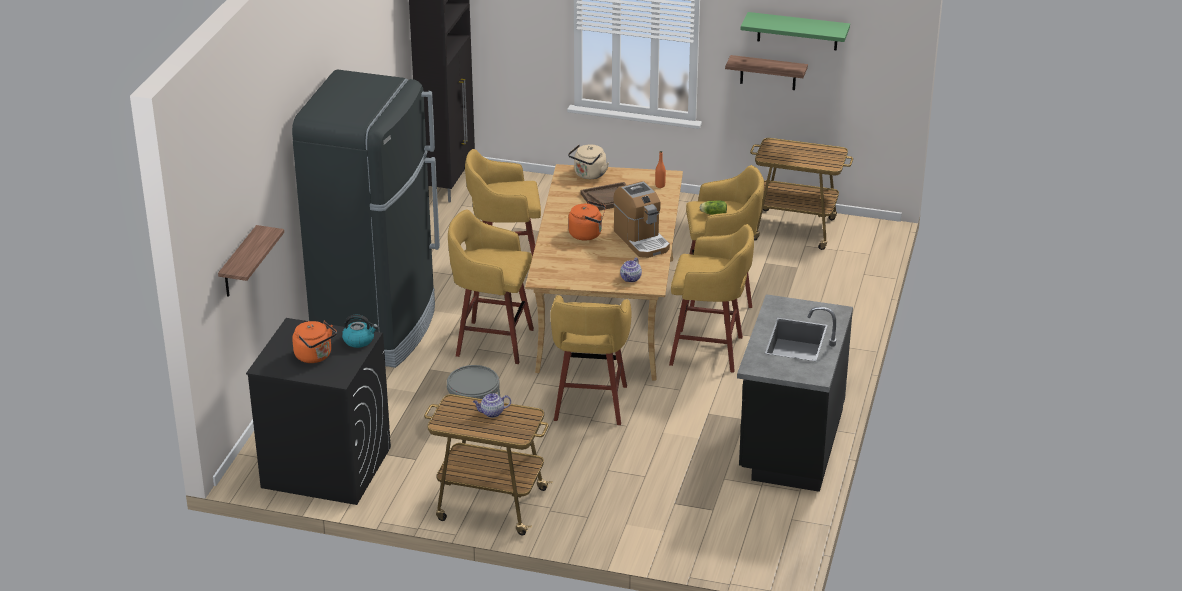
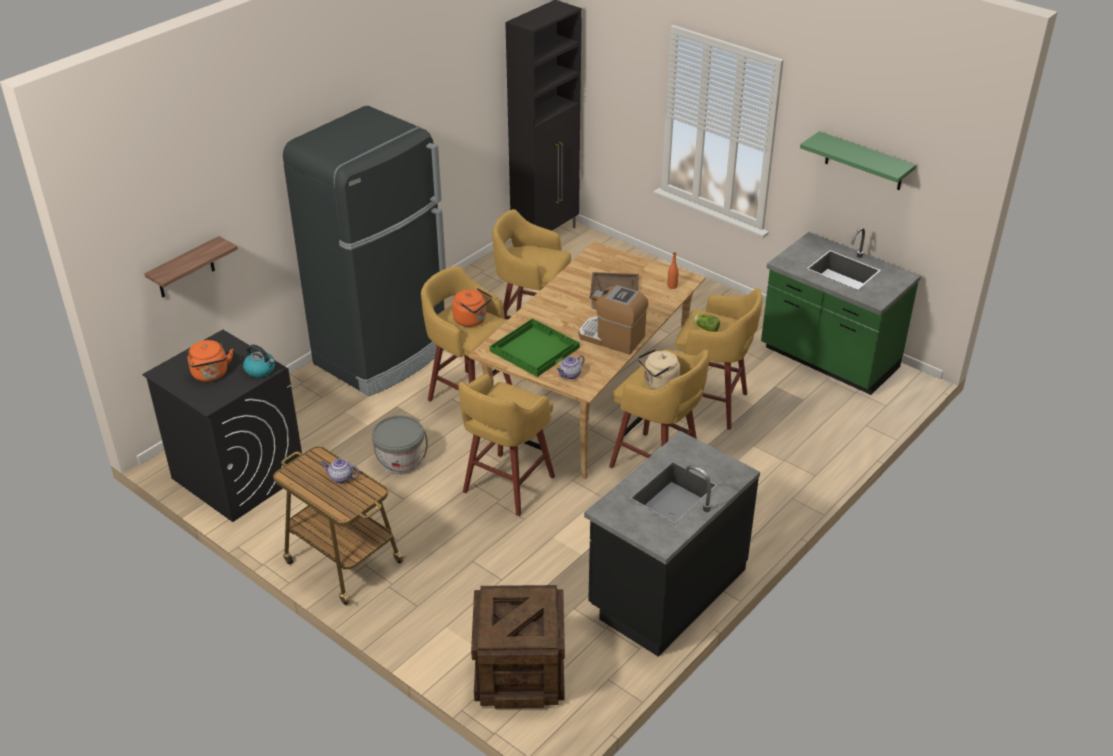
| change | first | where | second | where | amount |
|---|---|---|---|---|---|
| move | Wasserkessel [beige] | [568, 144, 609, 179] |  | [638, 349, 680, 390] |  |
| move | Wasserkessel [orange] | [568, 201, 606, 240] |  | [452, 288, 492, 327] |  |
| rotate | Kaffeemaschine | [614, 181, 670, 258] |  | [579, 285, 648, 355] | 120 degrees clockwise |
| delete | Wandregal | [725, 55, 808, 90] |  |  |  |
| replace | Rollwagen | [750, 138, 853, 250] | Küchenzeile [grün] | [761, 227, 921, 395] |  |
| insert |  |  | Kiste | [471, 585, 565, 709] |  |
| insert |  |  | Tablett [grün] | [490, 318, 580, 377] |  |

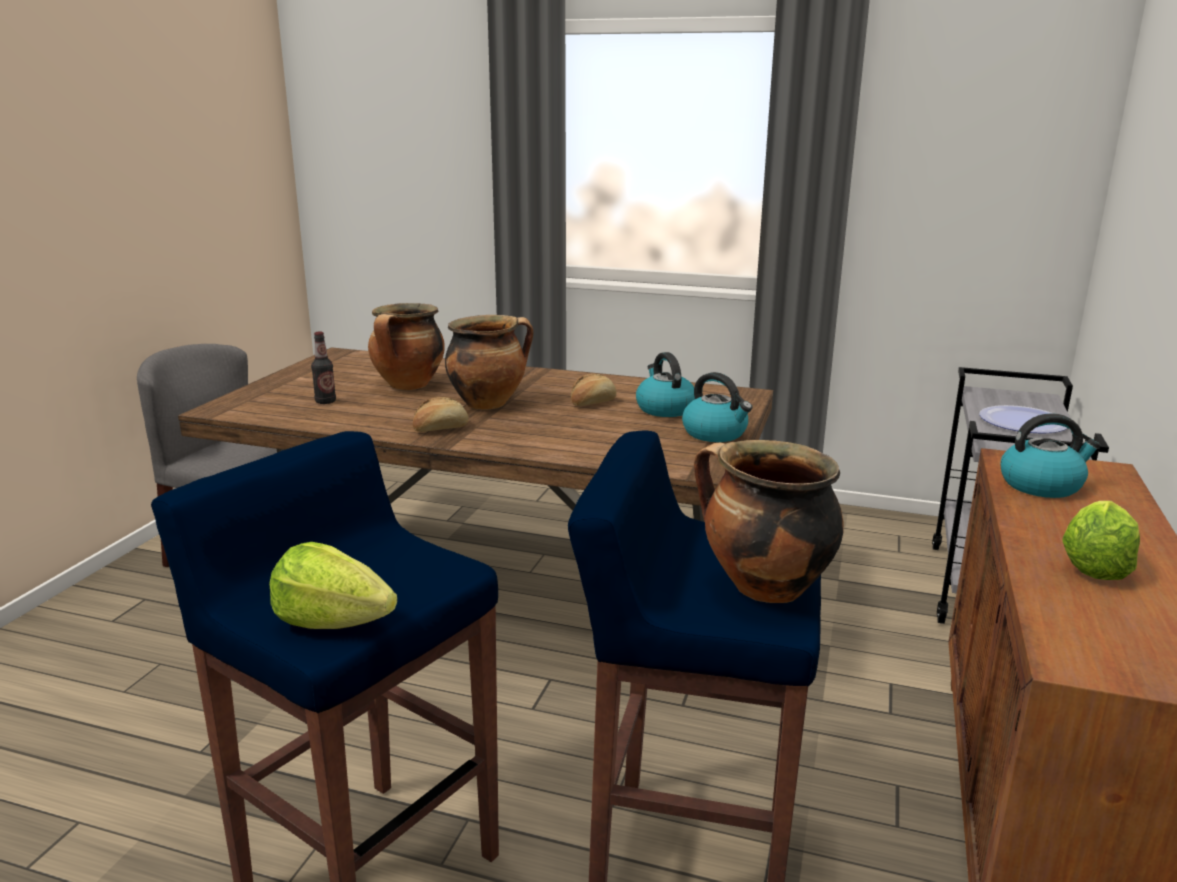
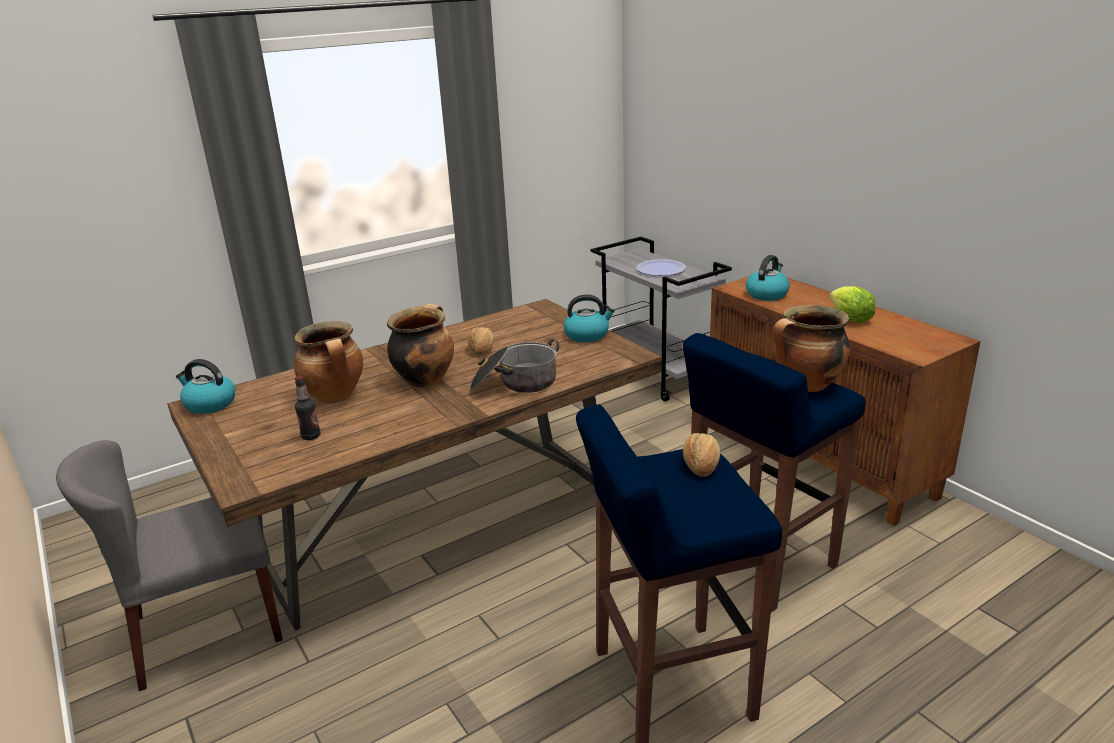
| change | first | where | second | where | amount |
|---|---|---|---|---|---|
| delete | Salatkopf | [269, 542, 397, 629] |  |  |  |
| move | Brot | [413, 397, 469, 432] |  | [683, 433, 720, 477] |  |
| move | Wasserkessel | [636, 352, 695, 417] |  | [176, 359, 235, 414] |  |
| insert |  |  | Kochtopf | [469, 339, 559, 393] |  |

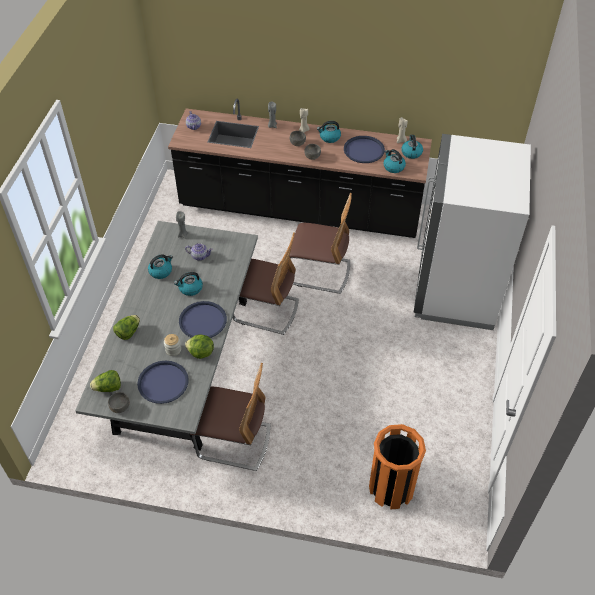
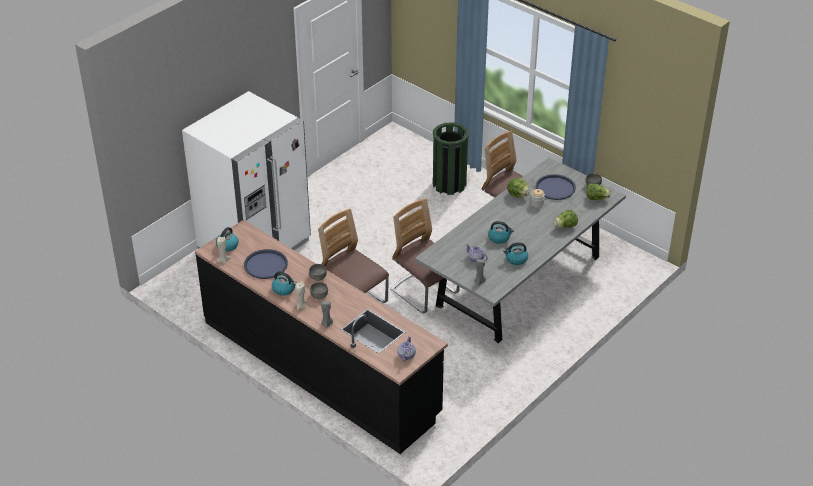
| change | first | where | second | where | amount |
|---|---|---|---|---|---|
| delete | Tablett [blau] | [179, 301, 227, 338] |  |  |  |
| delete | Mülleimer [orange] | [369, 424, 426, 510] |  |  |  |
| delete | Wasserkessel | [384, 149, 406, 173] |  |  |  |
| insert |  |  | Mülleimer [grün] | [433, 122, 469, 195] |  |

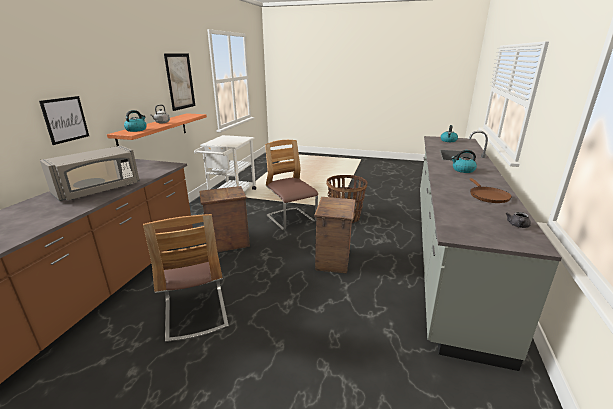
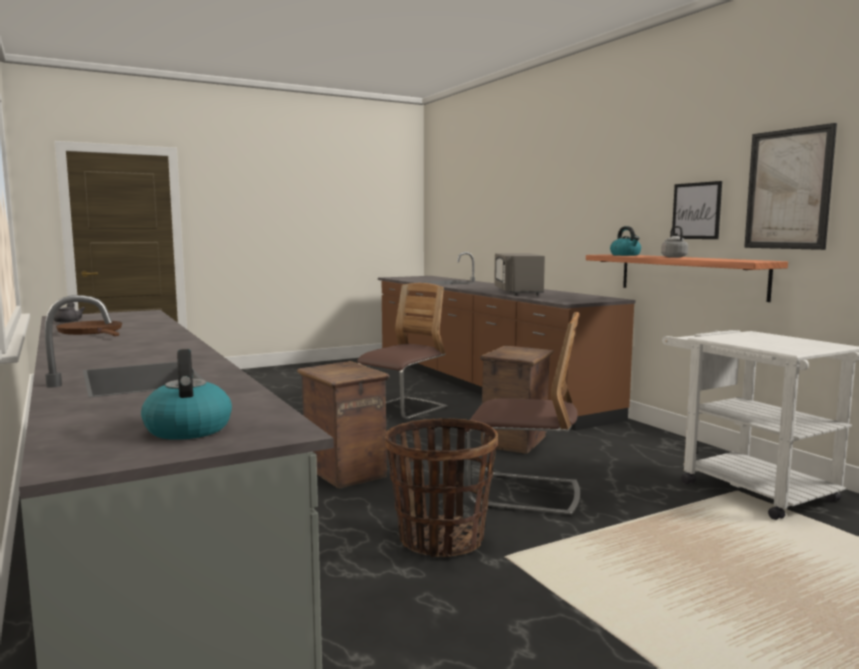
| change | first | where | second | where | amount |
|---|---|---|---|---|---|
| move | Bild | [39, 96, 89, 145] |  | [672, 181, 722, 239] |  |
| rotate | Stuhl | [143, 214, 229, 343] |  | [357, 283, 448, 420] | 105 degrees clockwise |
| delete | Wasserkessel | [451, 150, 477, 173] |  |  |  |

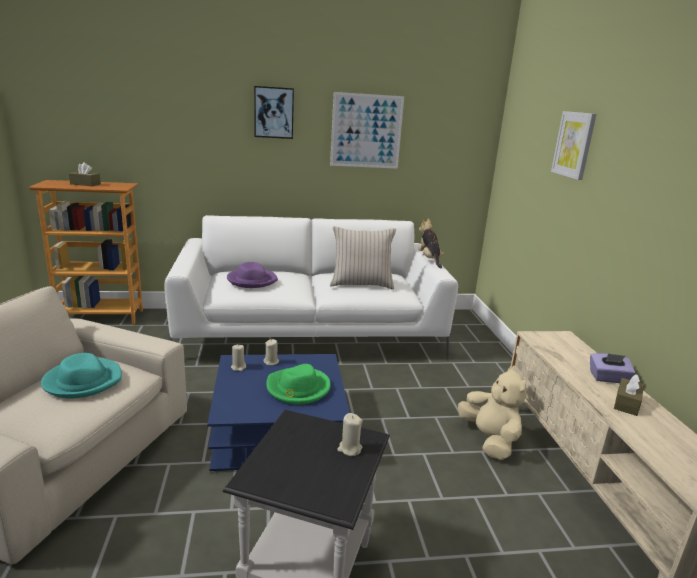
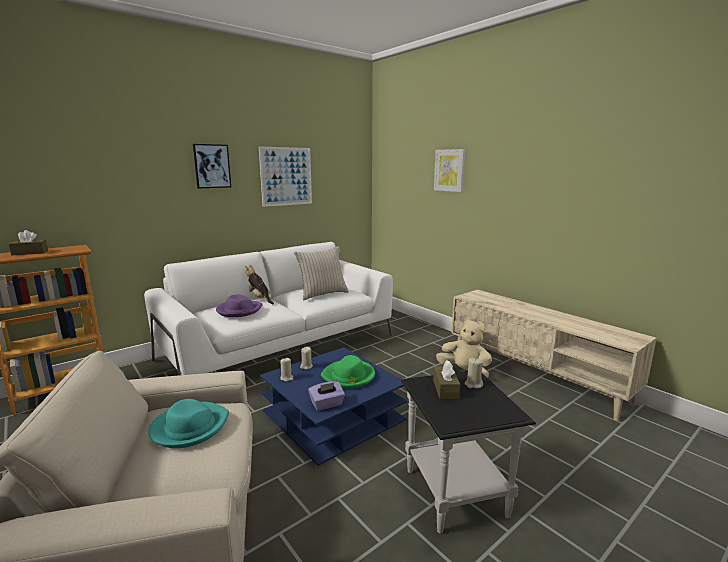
| change | first | where | second | where | amount |
|---|---|---|---|---|---|
| move | Plüschtier | [418, 219, 444, 268] |  | [245, 264, 274, 305] |  |
| move | Taschentuchbox [lila] | [590, 353, 635, 383] |  | [308, 381, 345, 411] |  |
| move | Taschentuchbox [braun] | [614, 374, 644, 416] |  | [433, 360, 460, 399] |  |

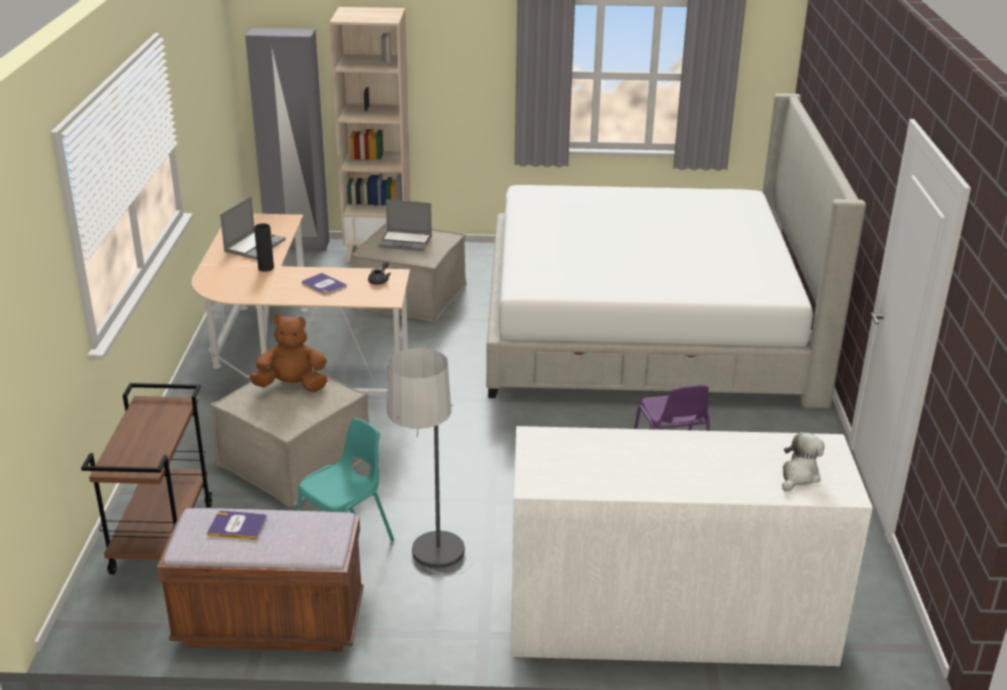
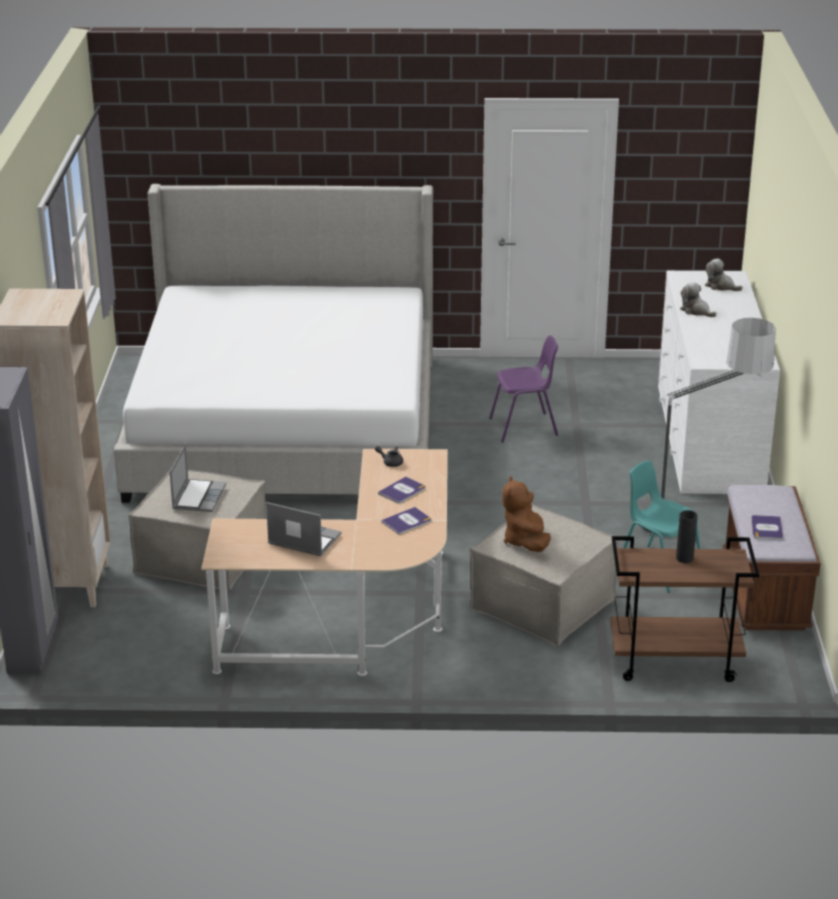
| change | first | where | second | where | amount |
|---|---|---|---|---|---|
| move | Vase [schwarz] | [254, 223, 274, 272] |  | [676, 510, 697, 563] |  |
| insert |  |  | Buch | [381, 507, 431, 534] |  |
| insert |  |  | Plüschtier | [680, 282, 717, 317] |  |

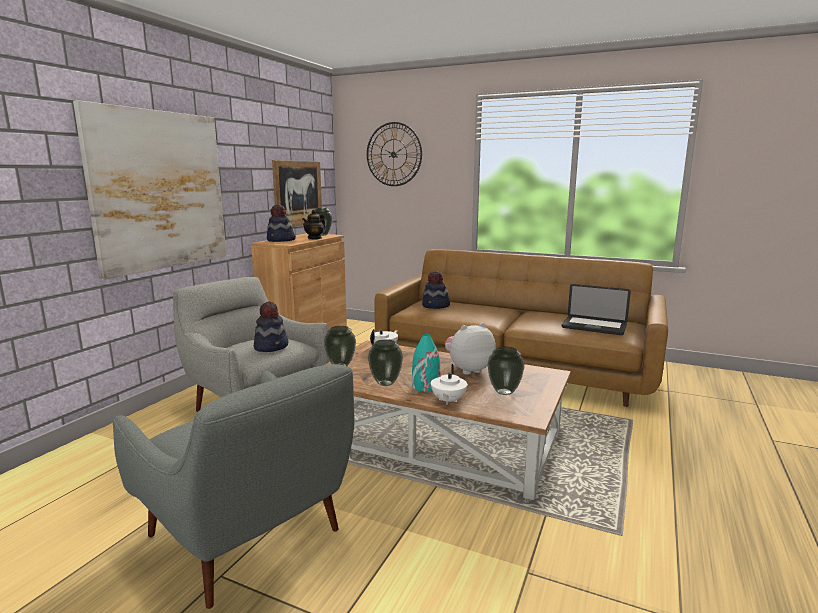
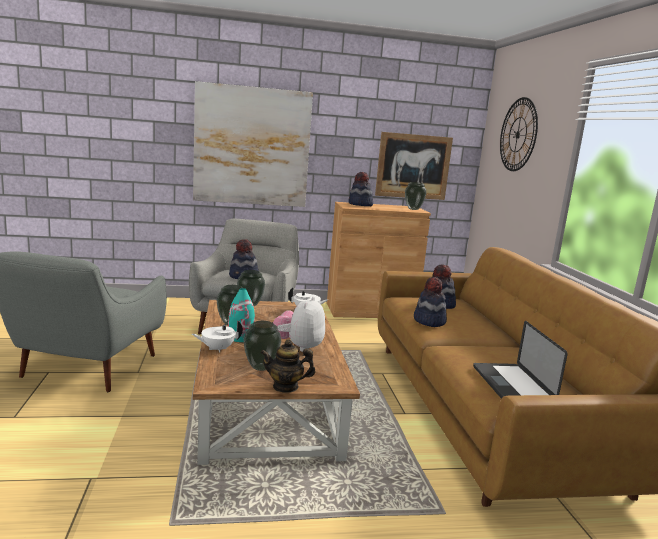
| change | first | where | second | where | amount |
|---|---|---|---|---|---|
| move | Teekanne | [302, 210, 326, 239] |  | [260, 339, 315, 393] |  |
| rotate | Plüschtier | [445, 323, 496, 375] |  | [273, 296, 325, 352] | 105 degrees counterclockwise |
| insert |  |  | Hut | [414, 277, 447, 327] |  |

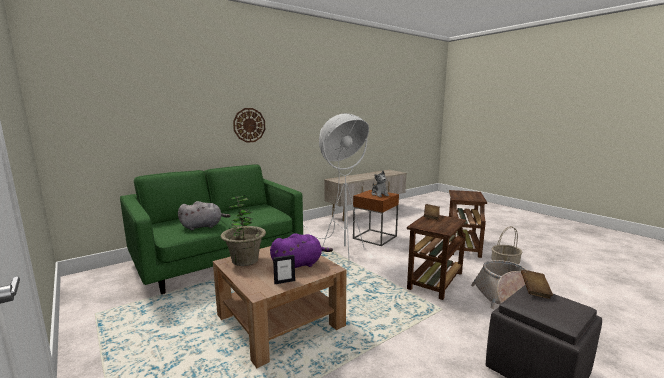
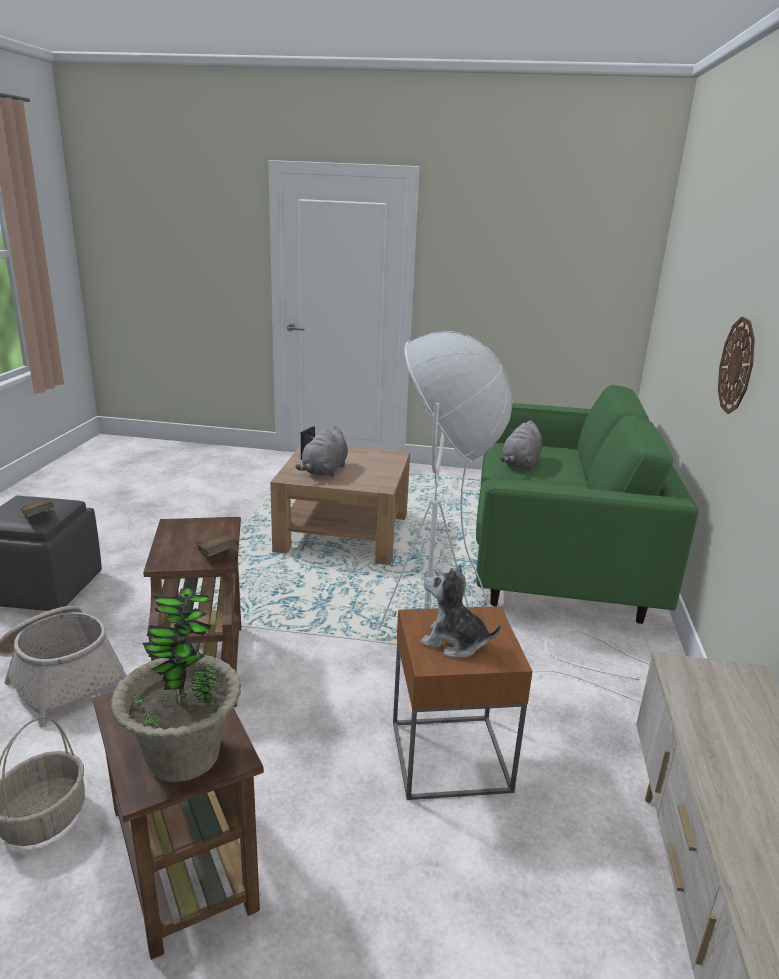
| change | first | where | second | where | amount |
|---|---|---|---|---|---|
| move | Topfpflanze | [221, 195, 266, 266] |  | [111, 588, 241, 782] |  |
| recolor | Plüschtier [lila] | [270, 233, 333, 268] | Plüschtier [grau] | [295, 426, 348, 477] |  |

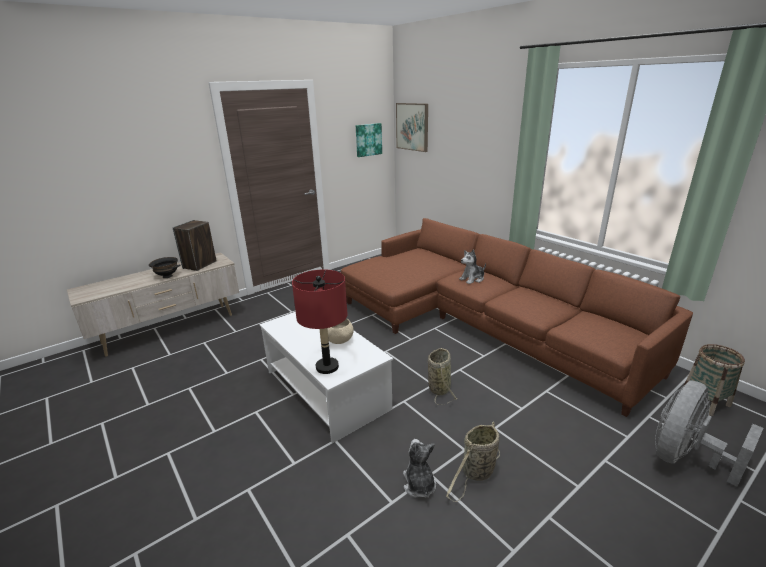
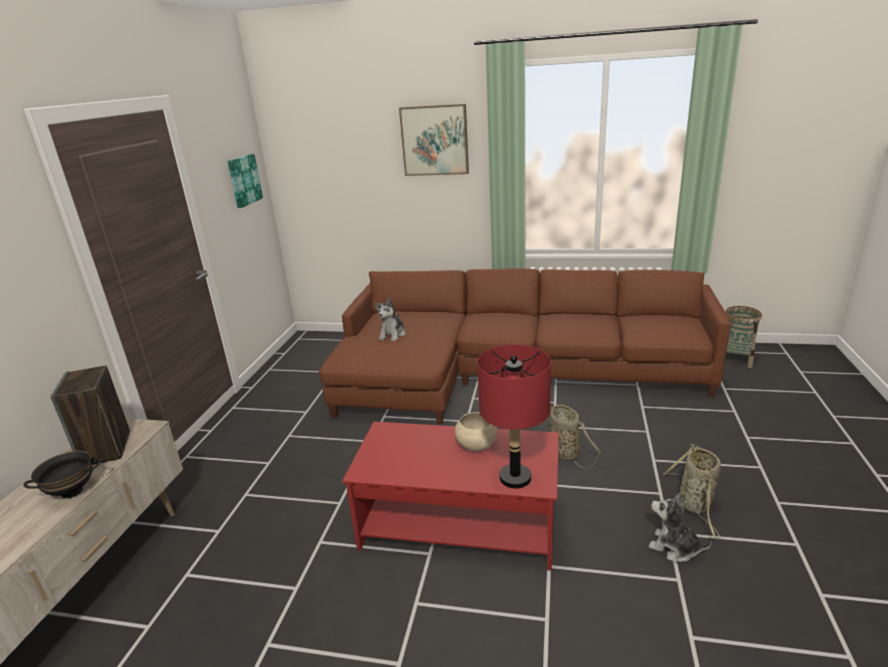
| change | first | where | second | where | amount |
|---|---|---|---|---|---|
| recolor | Couchtisch [weiß] | [260, 312, 393, 443] | Couchtisch [rot] | [342, 422, 559, 571] |  |
| move | Bild | [396, 103, 428, 152] |  | [399, 104, 469, 176] |  |
| move | Plüschtier | [459, 250, 486, 284] |  | [375, 298, 406, 342] |  |
| delete | Ventilator [grau] | [655, 380, 763, 487] |  |  |  |

